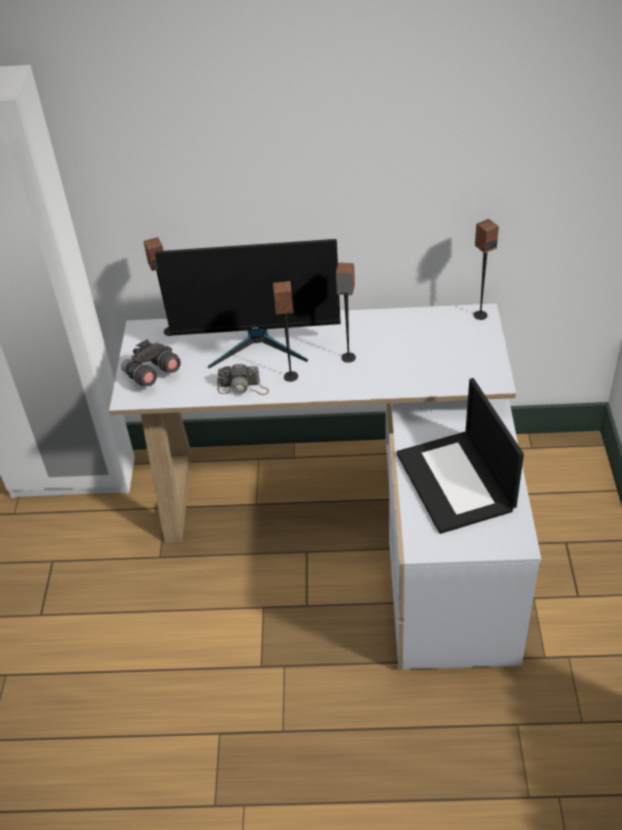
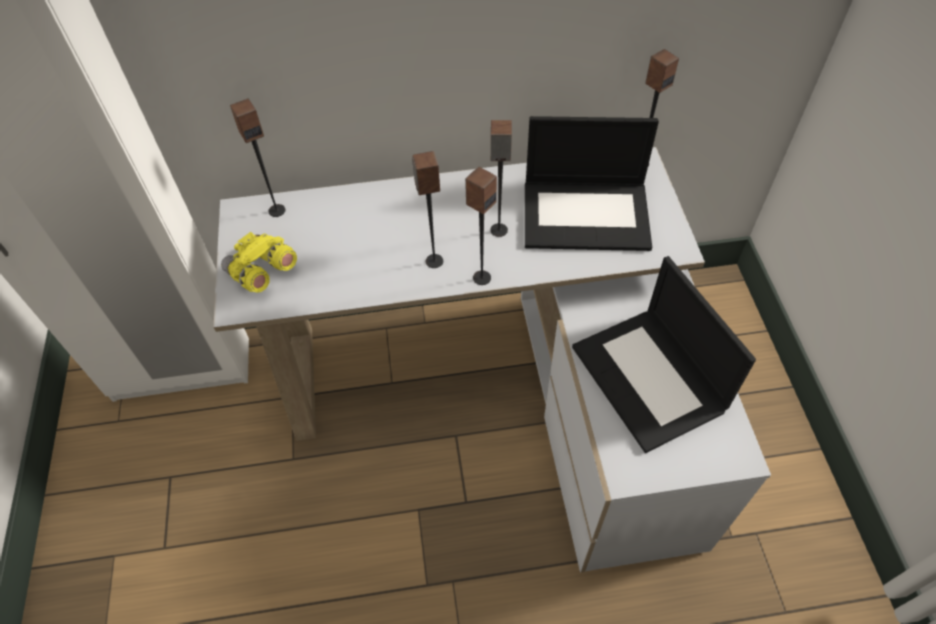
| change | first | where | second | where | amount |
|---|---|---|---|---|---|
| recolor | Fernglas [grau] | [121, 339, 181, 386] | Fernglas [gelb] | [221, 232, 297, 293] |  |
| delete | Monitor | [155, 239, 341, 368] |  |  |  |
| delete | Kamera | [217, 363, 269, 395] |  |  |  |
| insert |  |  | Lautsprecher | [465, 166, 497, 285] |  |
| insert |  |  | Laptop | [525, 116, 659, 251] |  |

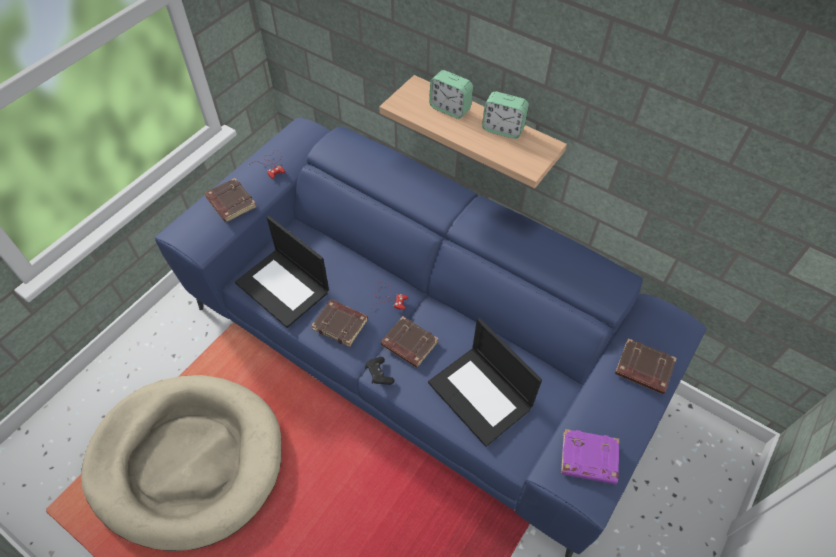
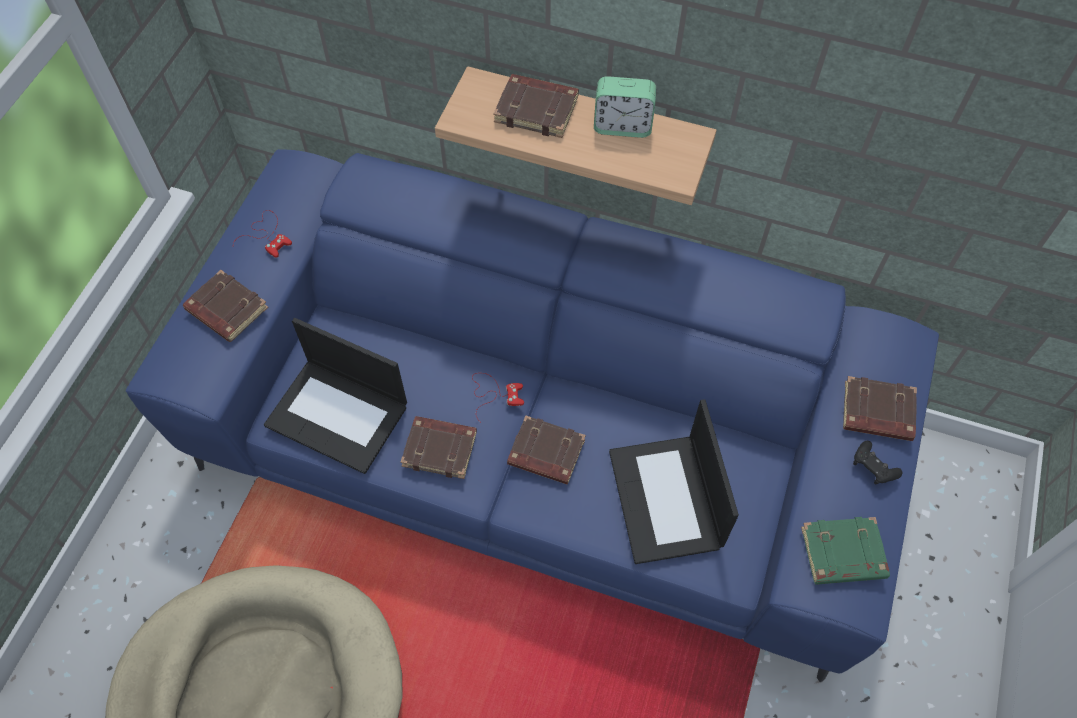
| change | first | where | second | where | amount |
|---|---|---|---|---|---|
| move | Gamepad [schwarz] | [365, 357, 395, 385] |  | [853, 441, 902, 484] |  |
| rotate | Laptop | [428, 318, 542, 447] |  | [609, 399, 739, 564] | 45 degrees clockwise |
| replace | Wecker | [429, 70, 473, 119] | Buch [braun] | [493, 74, 579, 138] |  |
| recolor | Buch [lila] | [561, 429, 619, 484] | Buch [grün] | [801, 517, 890, 585] |  |

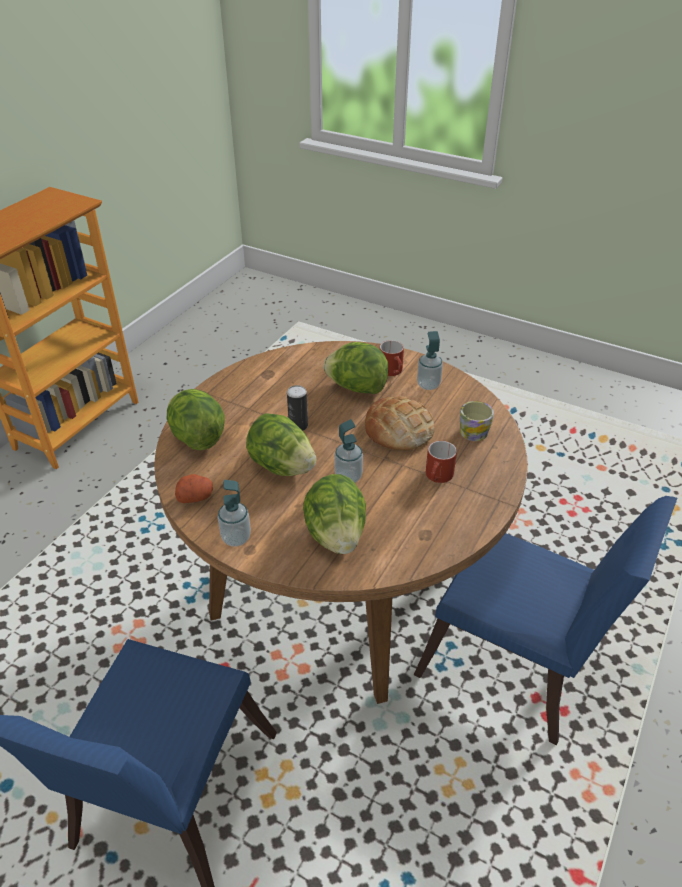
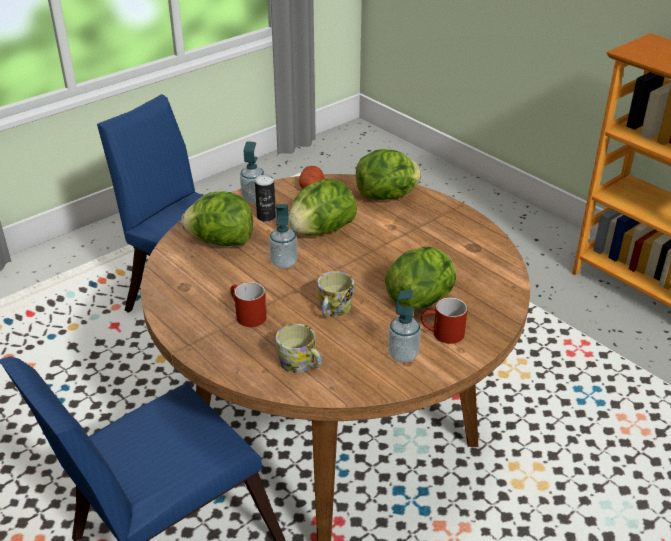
| change | first | where | second | where | amount |
|---|---|---|---|---|---|
| move | Dose | [287, 385, 308, 431] |  | [255, 175, 276, 222] |  |
| replace | Brot | [365, 396, 435, 450] | Henkelbecher | [317, 271, 354, 316] |  |

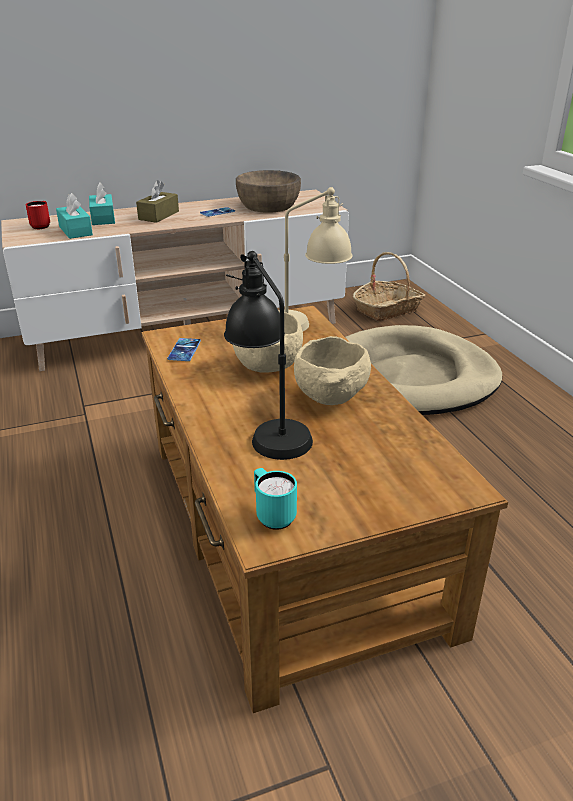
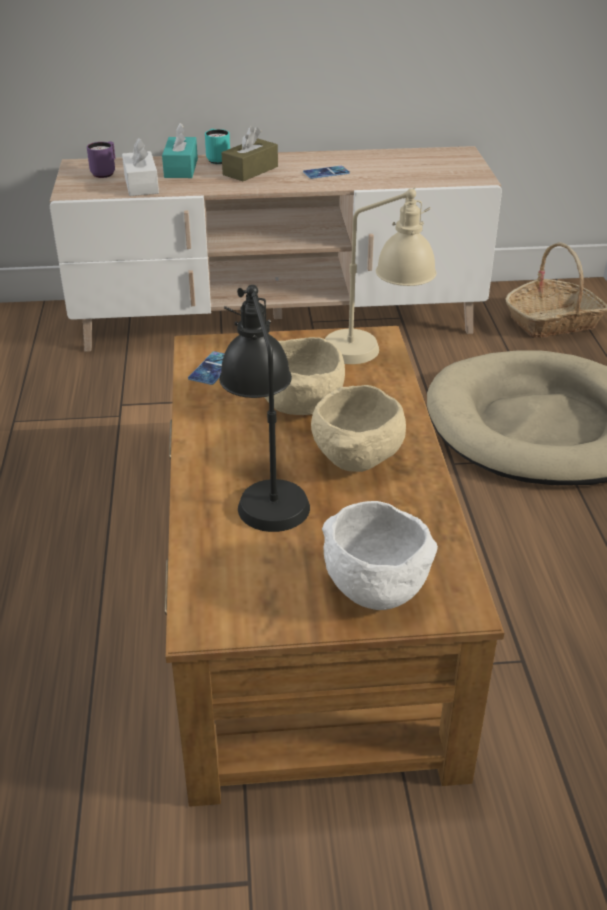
| change | first | where | second | where | amount |
|---|---|---|---|---|---|
| recolor | Henkelbecher [rot] | [26, 201, 50, 229] | Henkelbecher [lila] | [87, 141, 116, 178] |  |
| recolor | Taschentuchbox [türkis] | [56, 193, 93, 239] | Taschentuchbox [weiß] | [122, 138, 159, 196] |  |
| delete | Schüssel [braun] | [236, 170, 301, 213] |  |  |  |
| move | Henkelbecher [türkis] | [254, 468, 297, 530] |  | [205, 129, 230, 164] |  |
| insert |  |  | Schüssel [weiß] | [322, 501, 438, 610] |  |

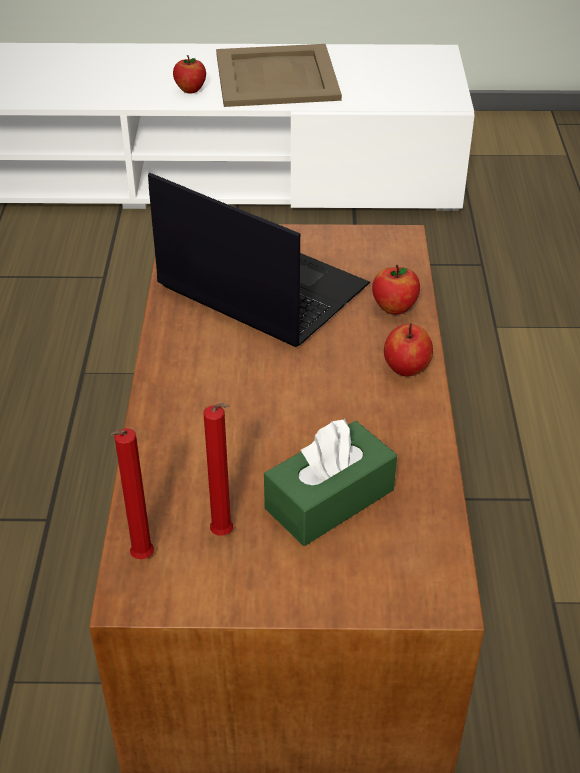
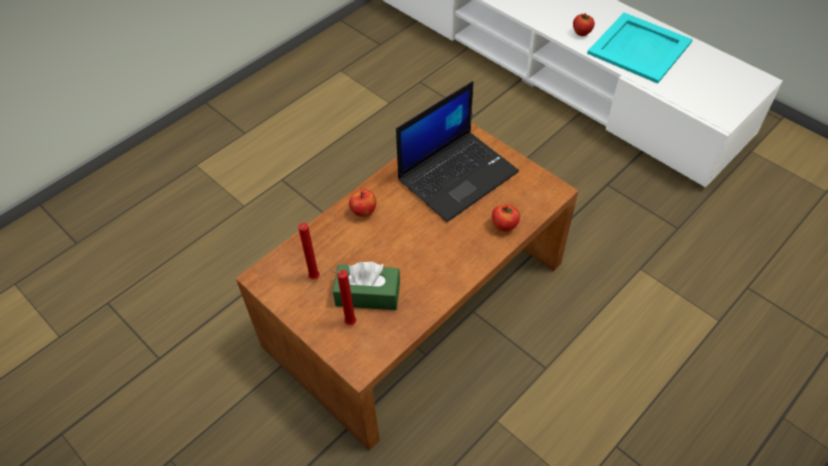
| change | first | where | second | where | amount |
|---|---|---|---|---|---|
| move | Kerze [rot] | [111, 428, 154, 559] |  | [331, 270, 356, 325] |  |
| rotate | Laptop | [148, 173, 370, 347] |  | [396, 81, 519, 222] | 60 degrees clockwise |
| recolor | Tablett [beige] | [216, 44, 342, 107] | Tablett [türkis] | [587, 13, 693, 84] |  |
| move | Apfel | [384, 323, 433, 376] |  | [349, 189, 376, 217] |  |

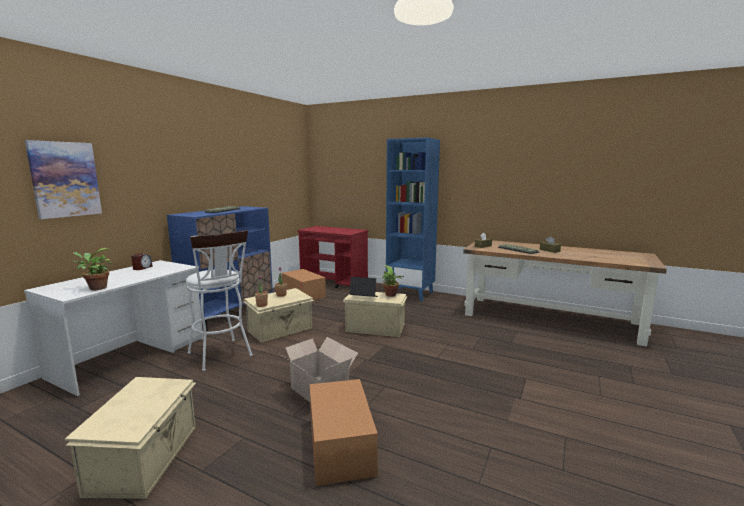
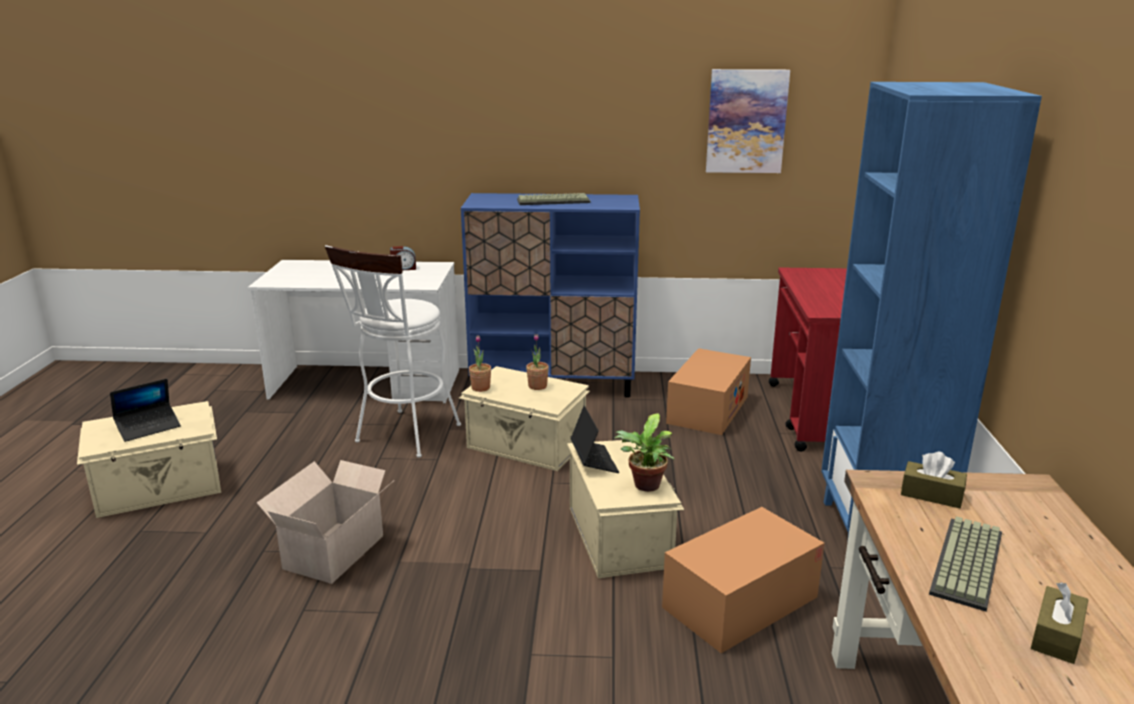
| change | first | where | second | where | amount |
|---|---|---|---|---|---|
| move | Bild | [25, 140, 102, 219] |  | [706, 69, 790, 173] |  |
| delete | Topfpflanze | [73, 248, 112, 290] |  |  |  |
| move | Karton | [310, 379, 378, 486] |  | [662, 507, 825, 653] |  |
| insert |  |  | Laptop | [110, 379, 181, 442] |  |

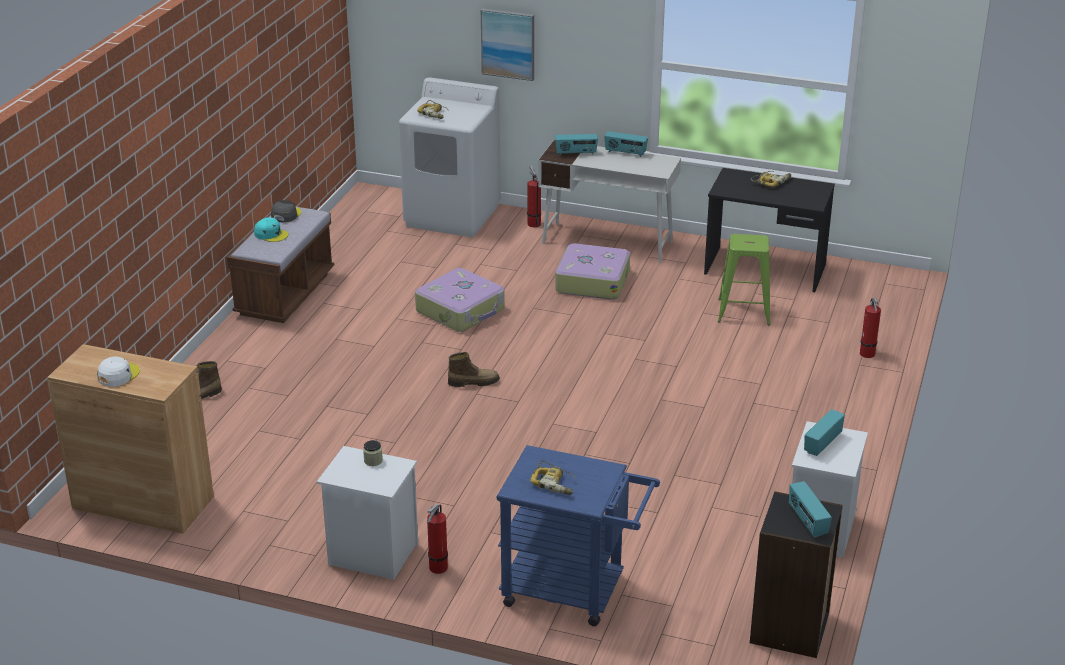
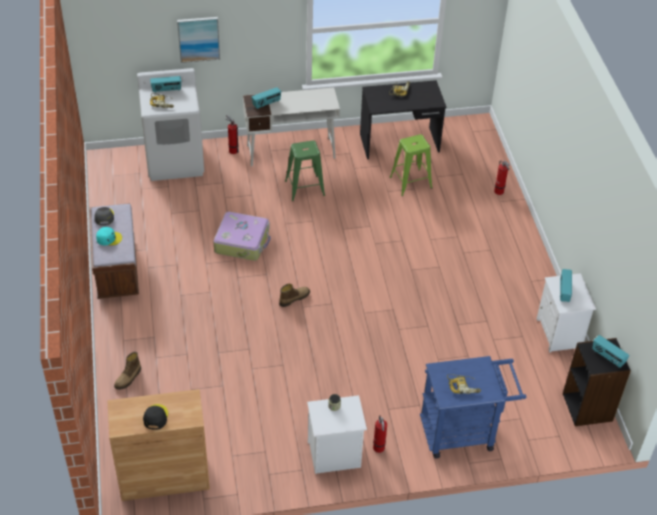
| change | first | where | second | where | amount |
|---|---|---|---|---|---|
| recolor | Kappe [weiß] | [97, 356, 140, 387] | Kappe [schwarz] | [143, 404, 168, 430] |  |
| replace | Koffer | [555, 243, 630, 300] | Hocker [grün] | [285, 140, 325, 201] |  |
| move | Radio | [604, 131, 648, 157] |  | [150, 76, 181, 93] |  |

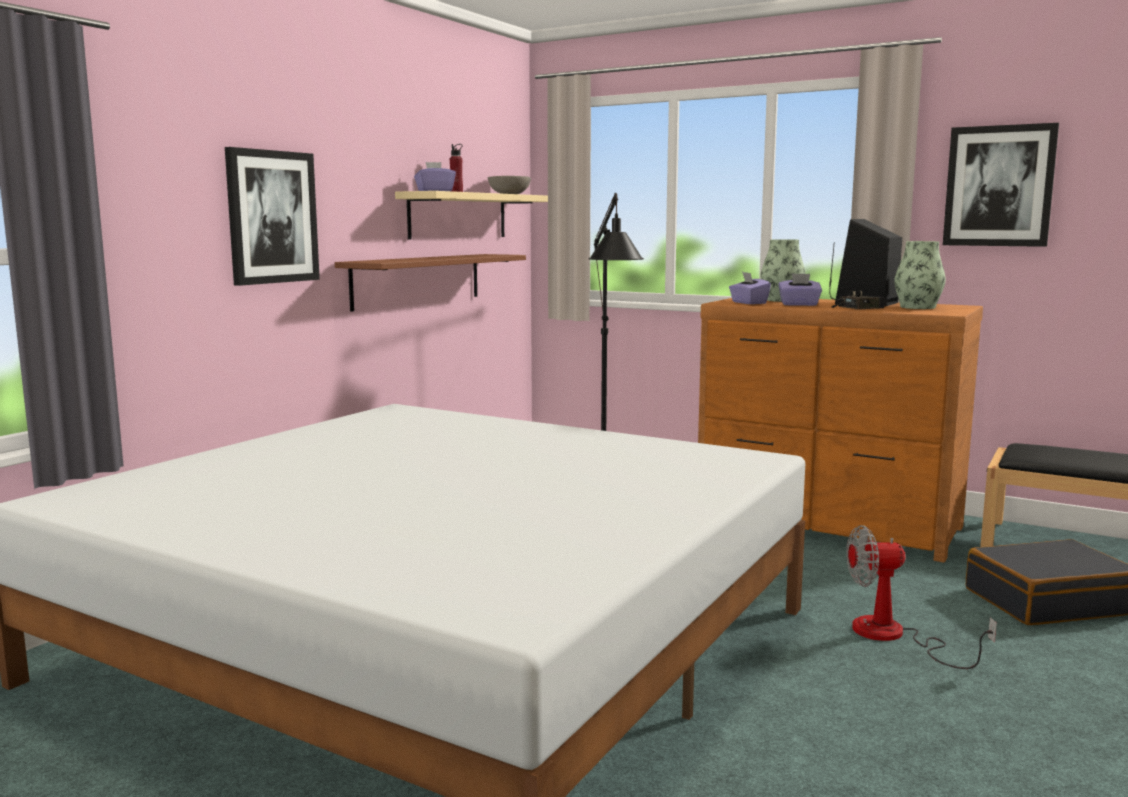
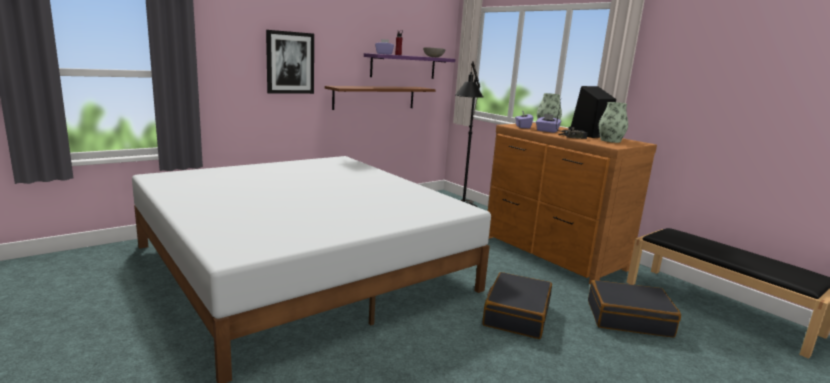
| change | first | where | second | where | amount |
|---|---|---|---|---|---|
| recolor | Wandregal [beige] | [395, 191, 548, 240] | Wandregal [lila] | [364, 53, 455, 79] |  |
| replace | Ventilator | [846, 525, 997, 669] | Koffer [schwarz] | [483, 272, 552, 339] |  |
| delete | Bild | [943, 123, 1059, 247] |  |  |  |

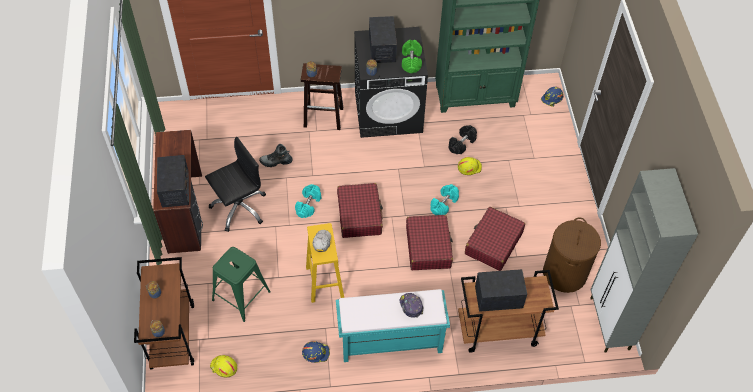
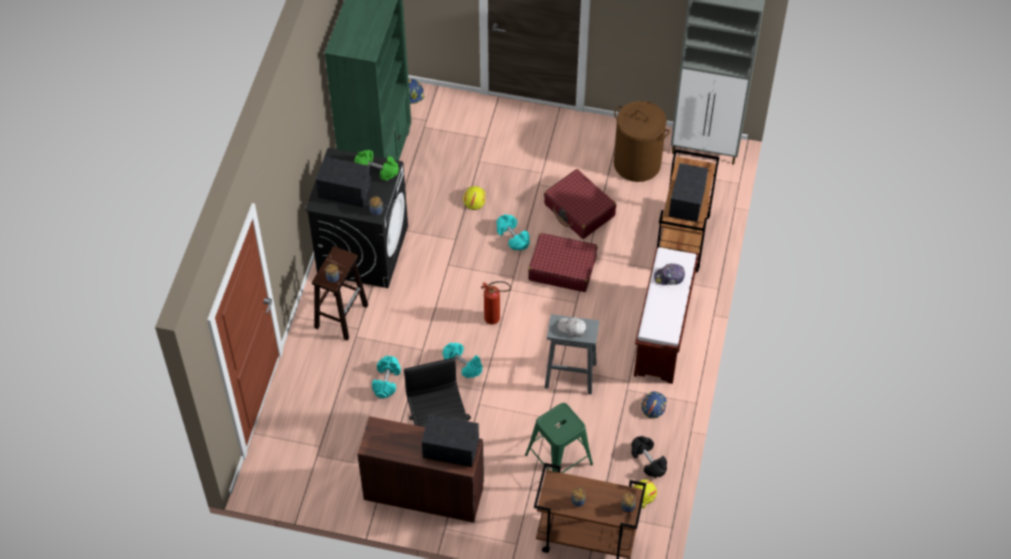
| change | first | where | second | where | amount |
|---|---|---|---|---|---|
| replace | Stiefel | [259, 144, 293, 167] | Hantel [türkis] | [372, 356, 401, 399] |  |
| recolor | Hocker [gelb] | [306, 223, 344, 303] | Hocker [grau] | [544, 314, 599, 395] |  |
| recolor | Bank [türkis] | [336, 289, 450, 362] | Bank [braun] | [634, 247, 699, 384] |  |
| replace | Koffer [rot] | [337, 183, 383, 238] | Feuerlöscher | [481, 281, 511, 325] |  |
| move | Hantel [schwarz] | [449, 125, 477, 154] |  | [631, 436, 667, 478] |  |

